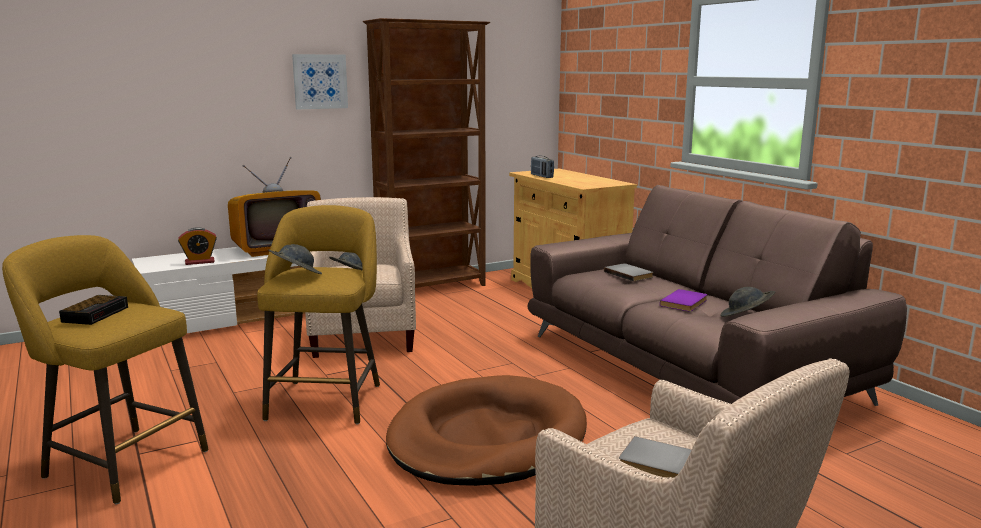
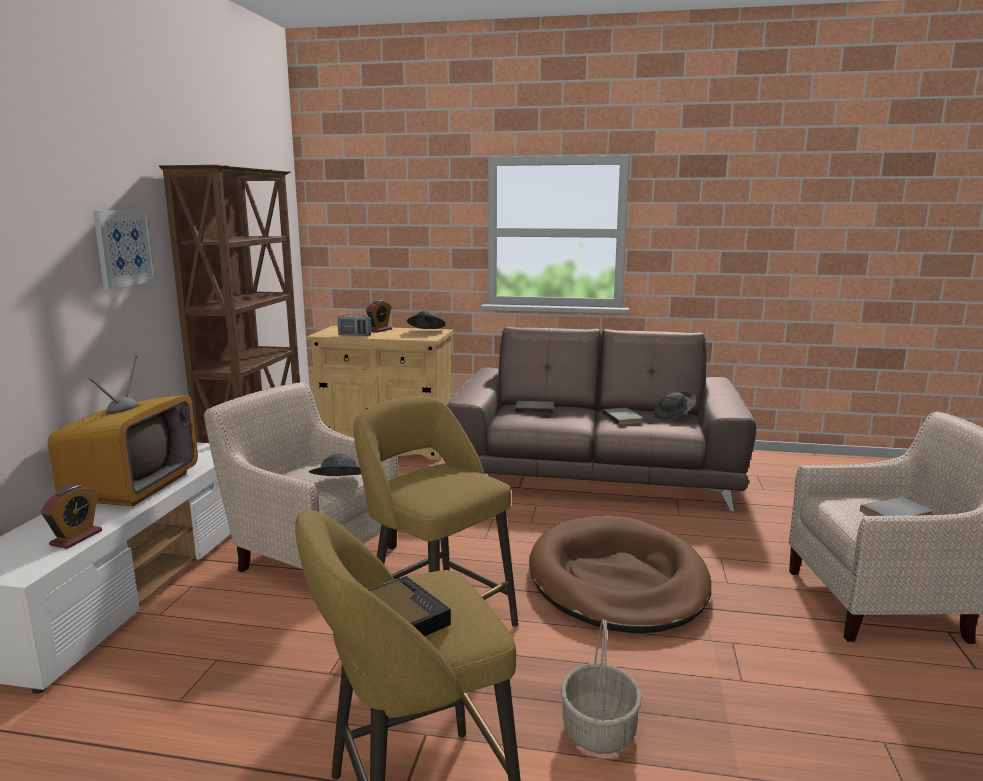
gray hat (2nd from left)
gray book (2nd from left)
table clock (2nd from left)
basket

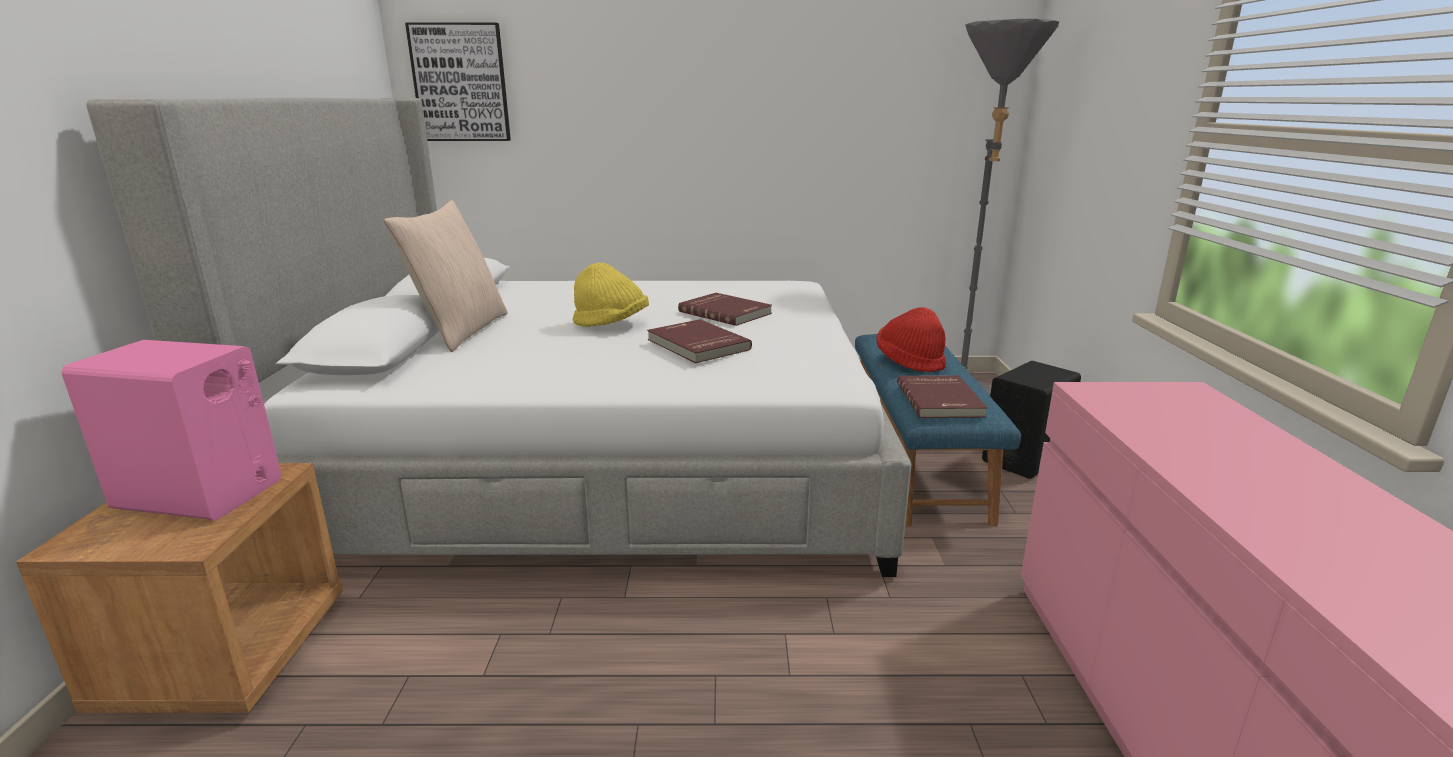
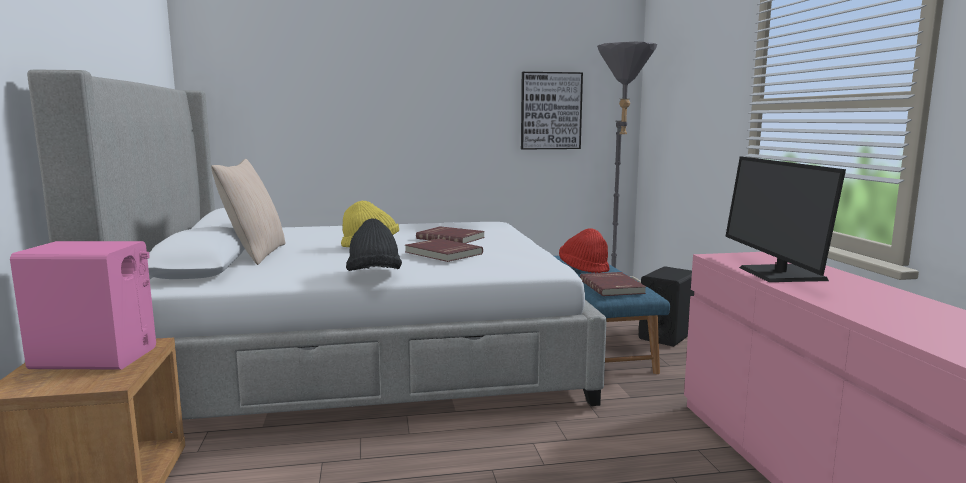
picture
computer display
black-coloured hat

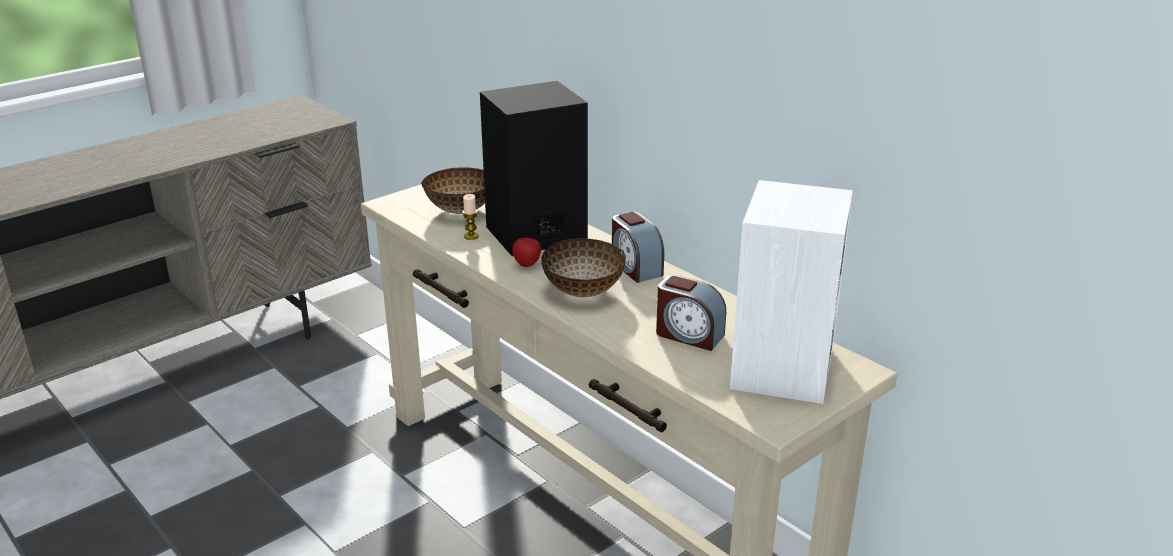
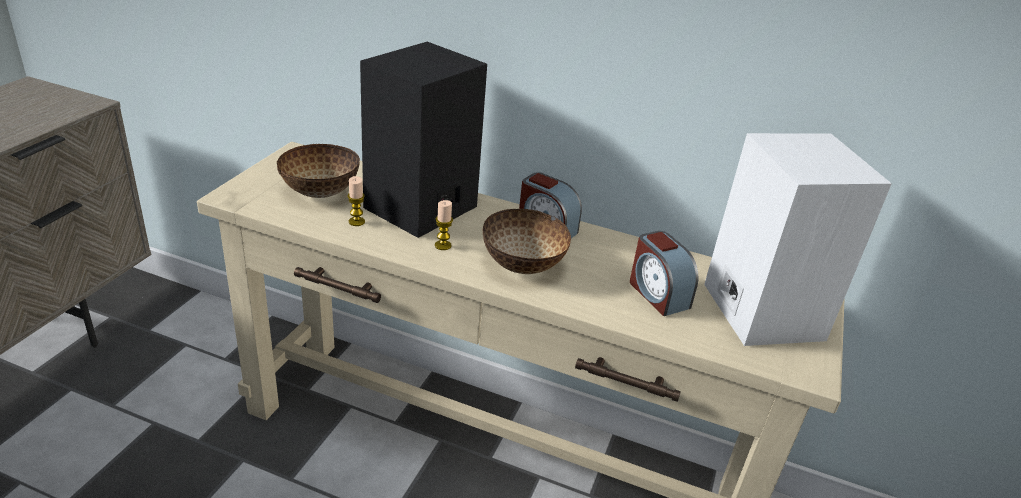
wax candle (2nd from left)
table clock (2nd from left)

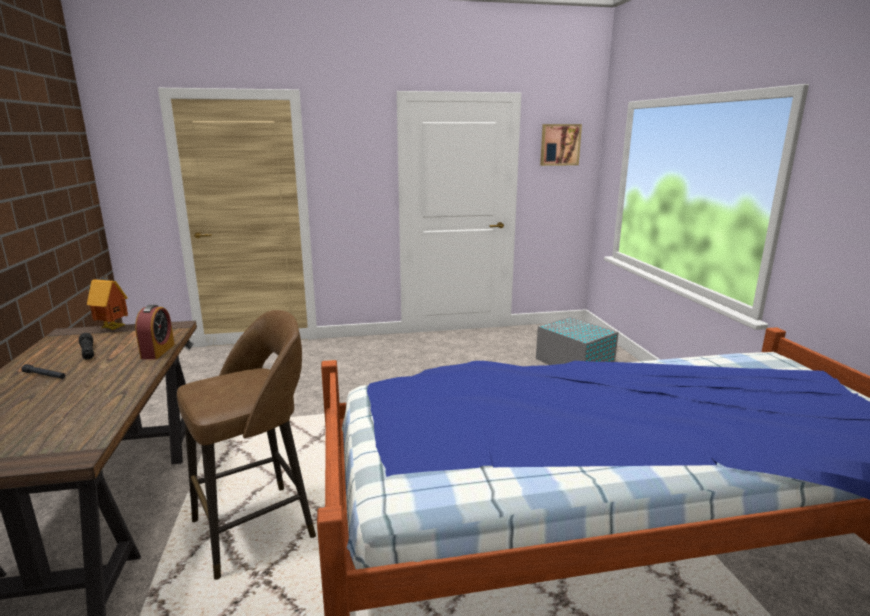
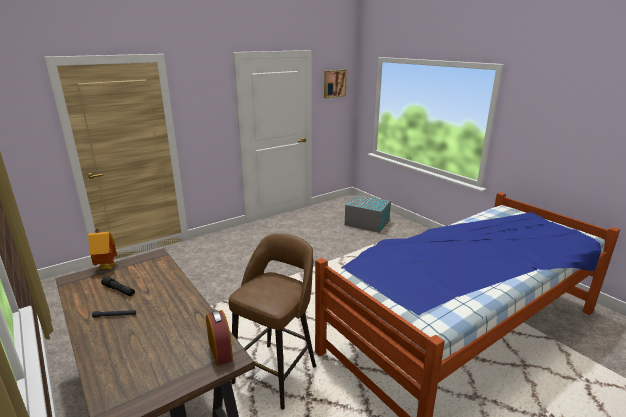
table clock

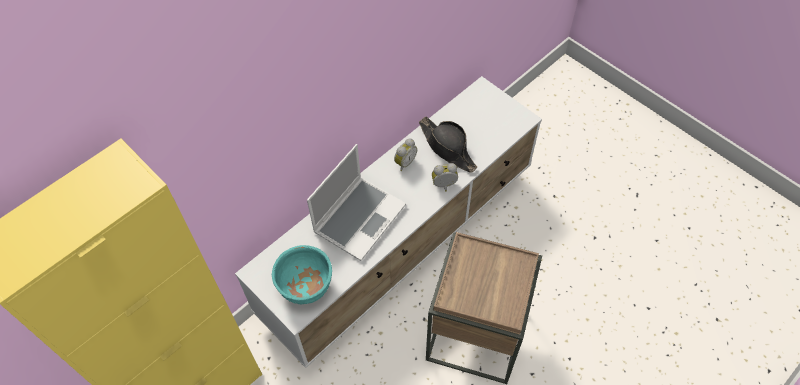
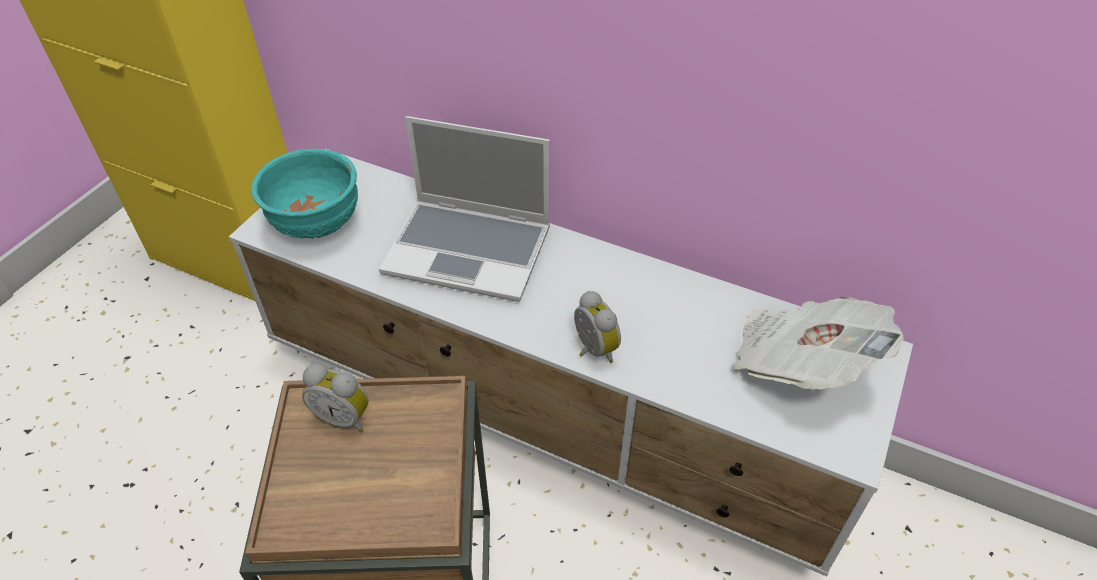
black-coloured hat
table clock (1st from left)
newspaper

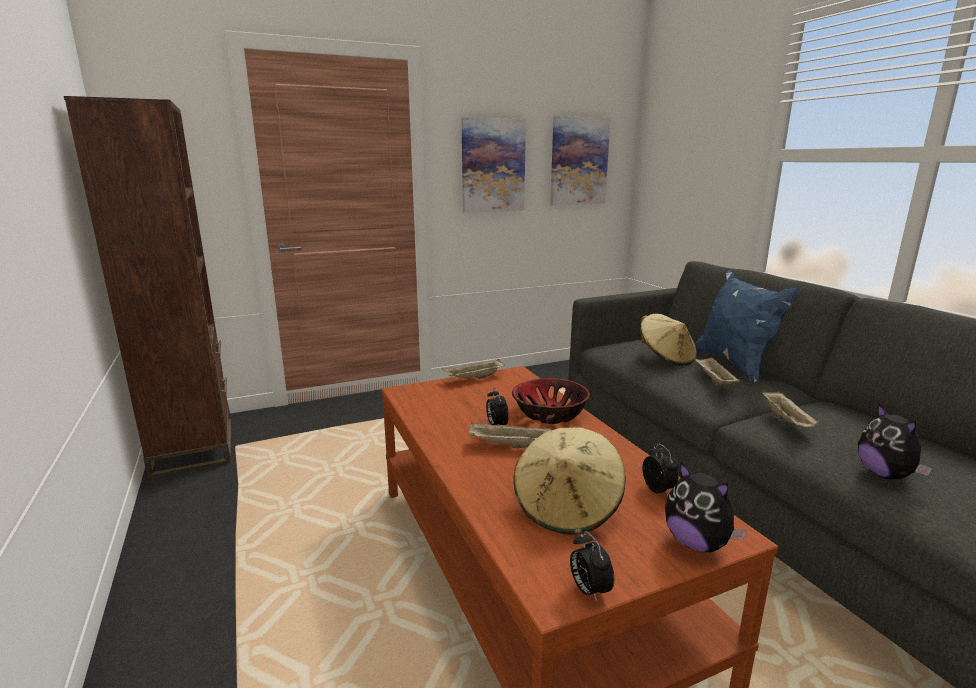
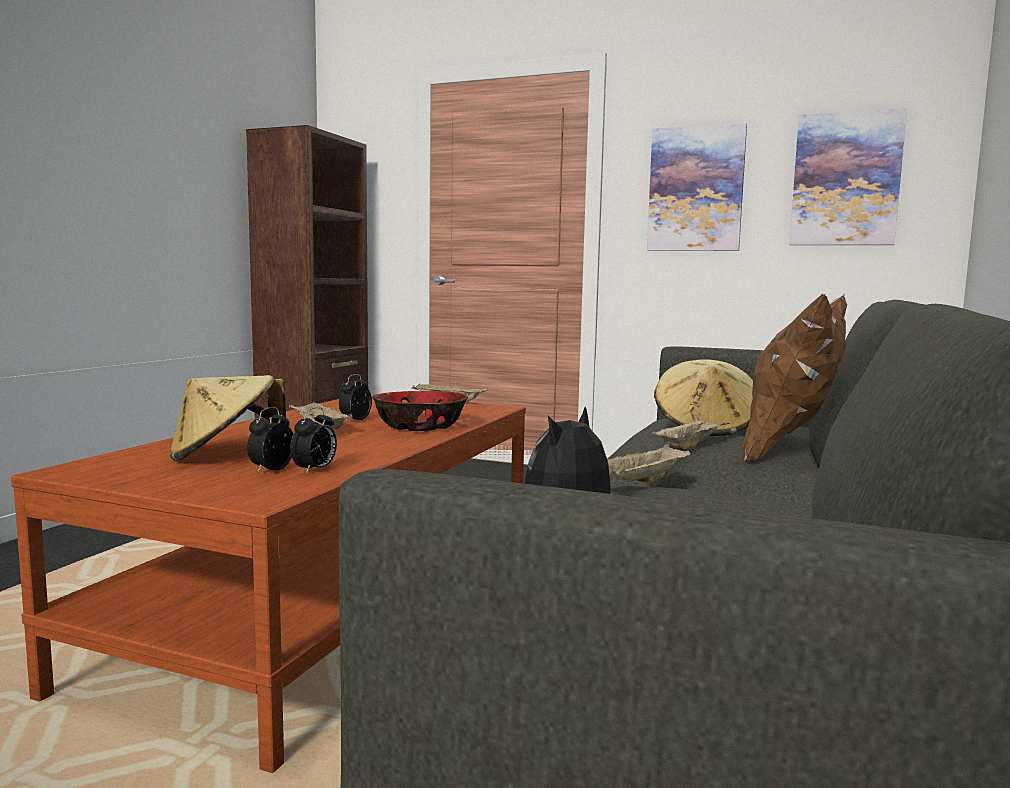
brown throw pillow
soft toy (1st from left in the first image)
table clock (1st from left)

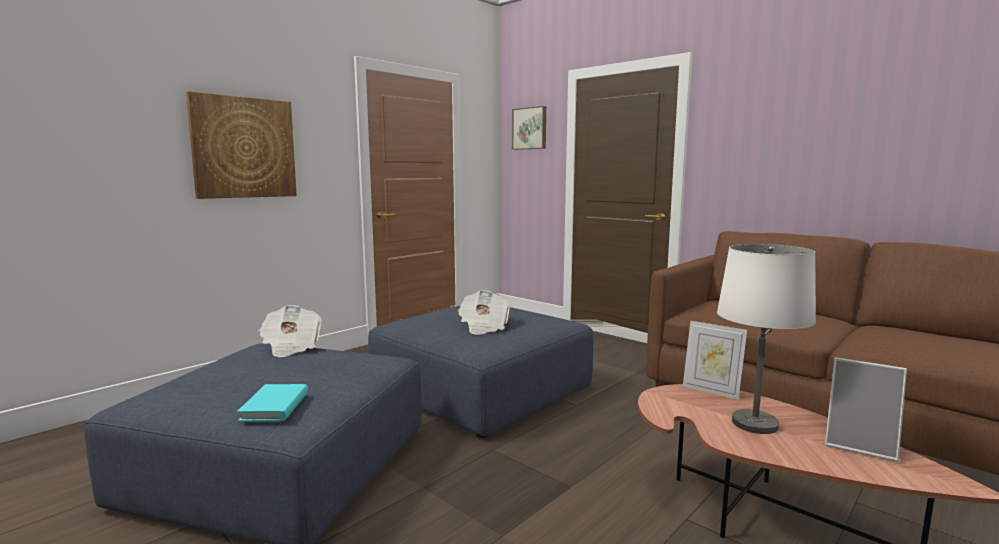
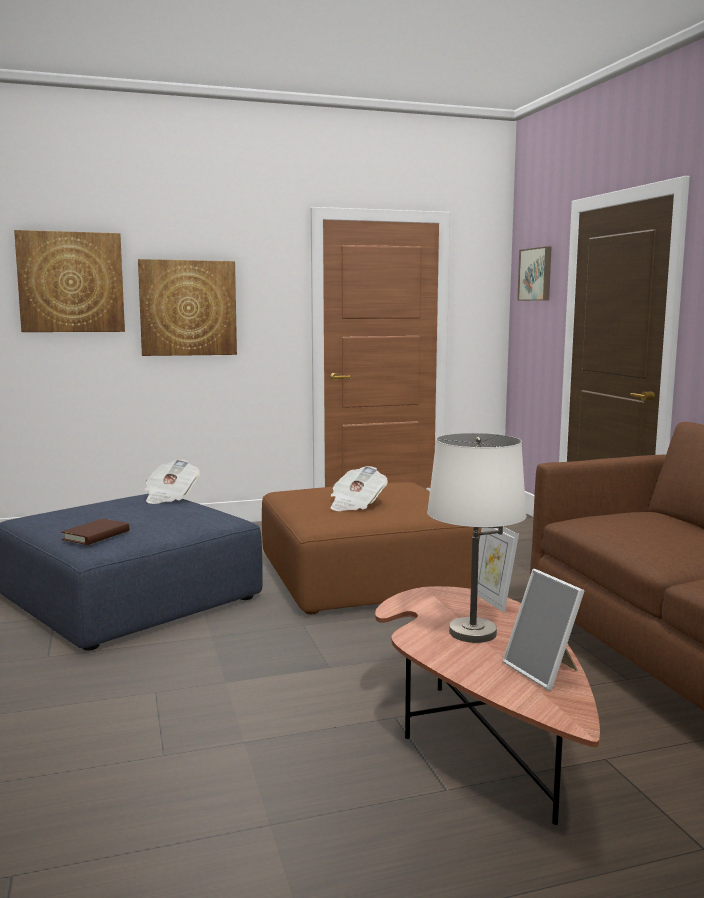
brown ottoman
brown book
picture (1st from left)

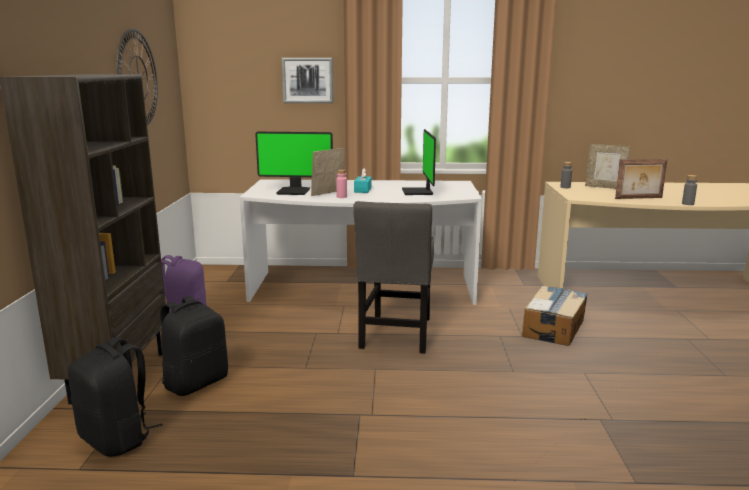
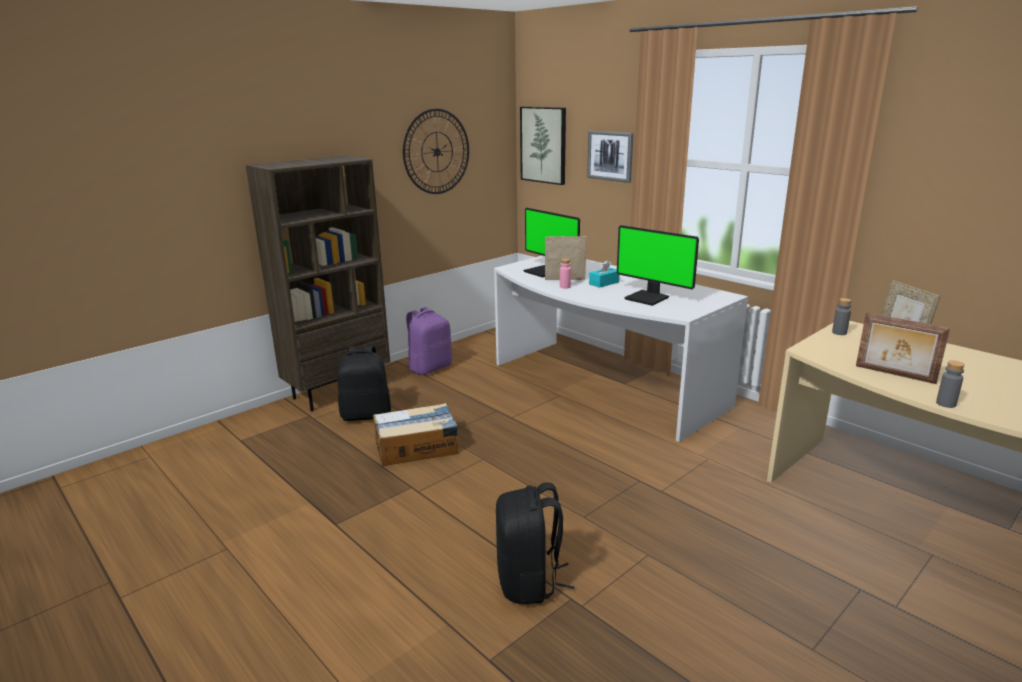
computer display (2nd from left)
gray plain chair
cardboard box
black-coloured knapsack (2nd from left)
picture (1st from left)

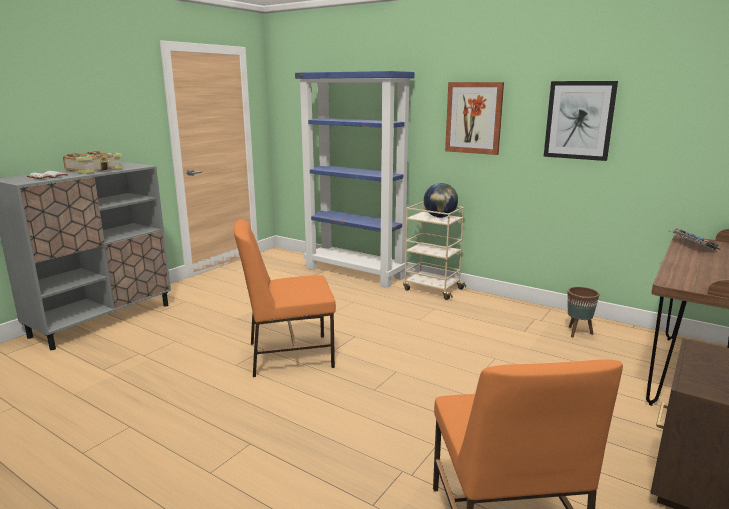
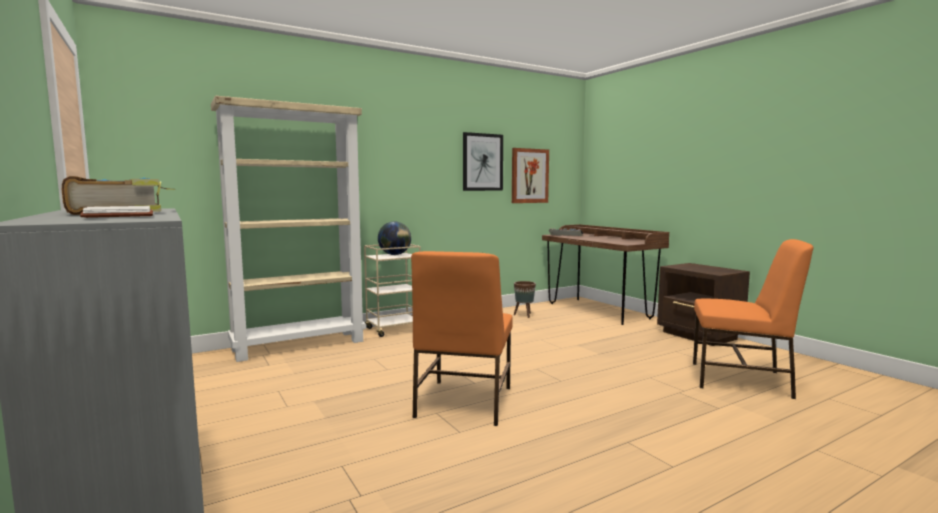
beige-coloured shelving unit
picture (2nd from left)

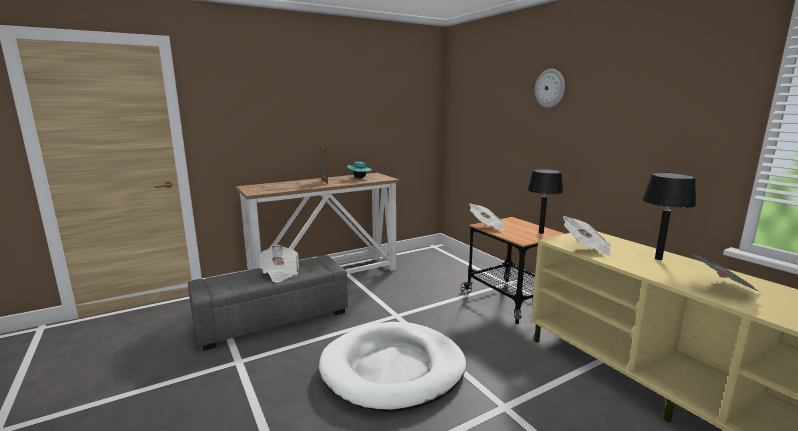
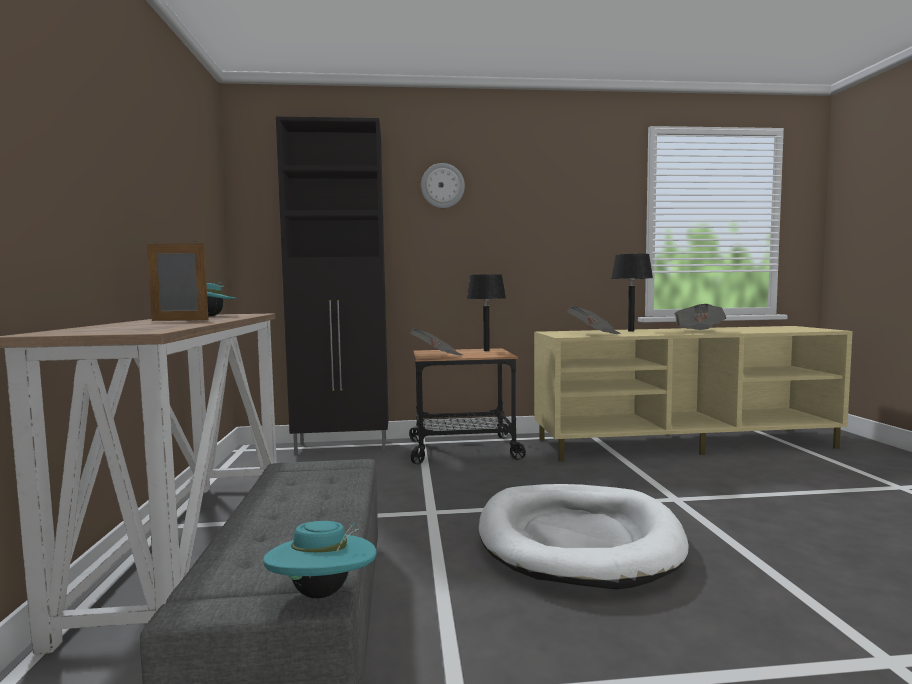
newspaper (1st from left in the first image)
black-coloured cabinet
turquoise-coloured hat (2nd from left)

